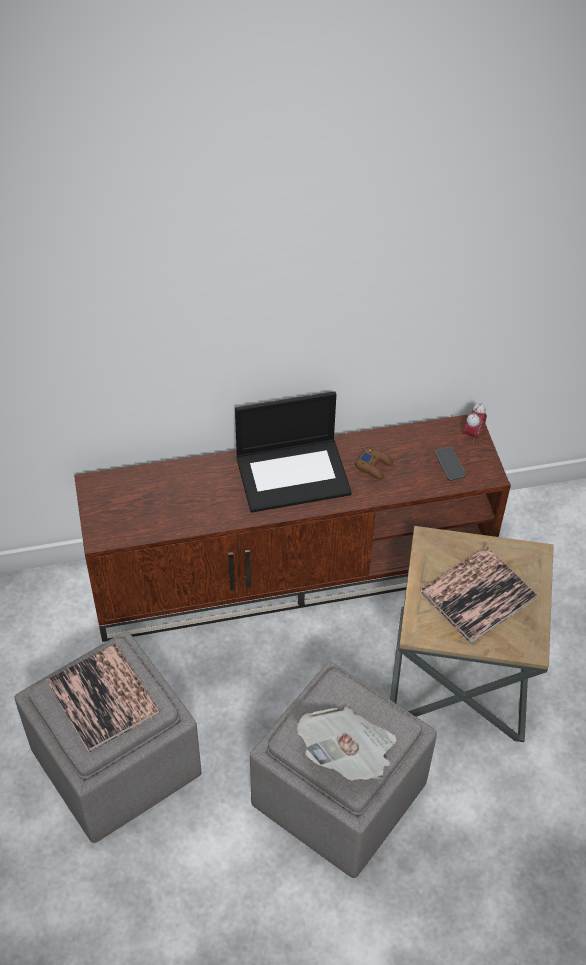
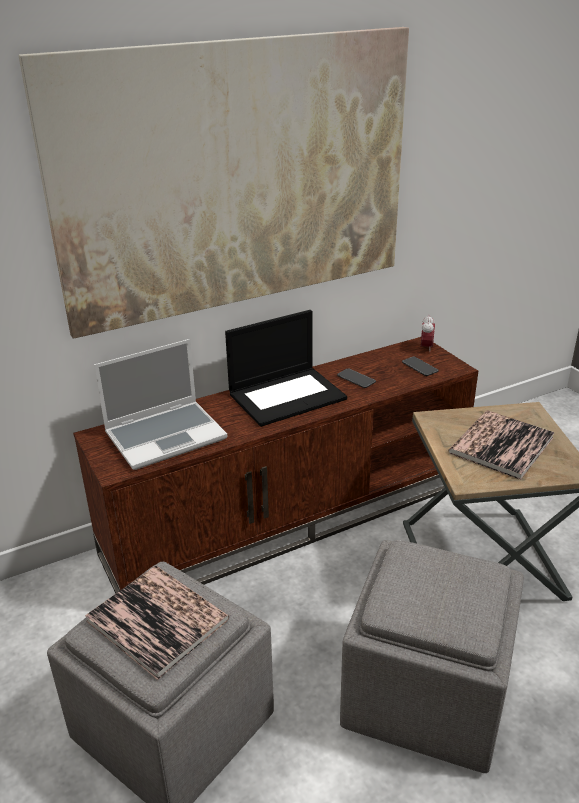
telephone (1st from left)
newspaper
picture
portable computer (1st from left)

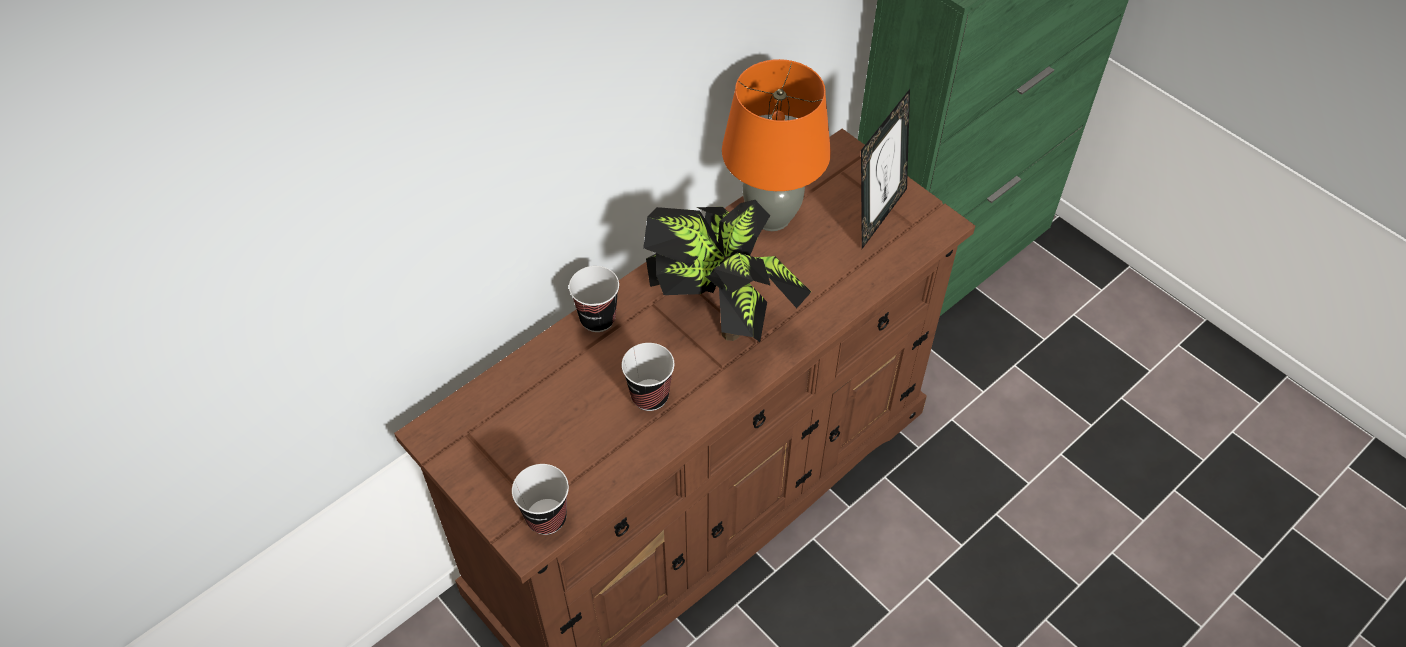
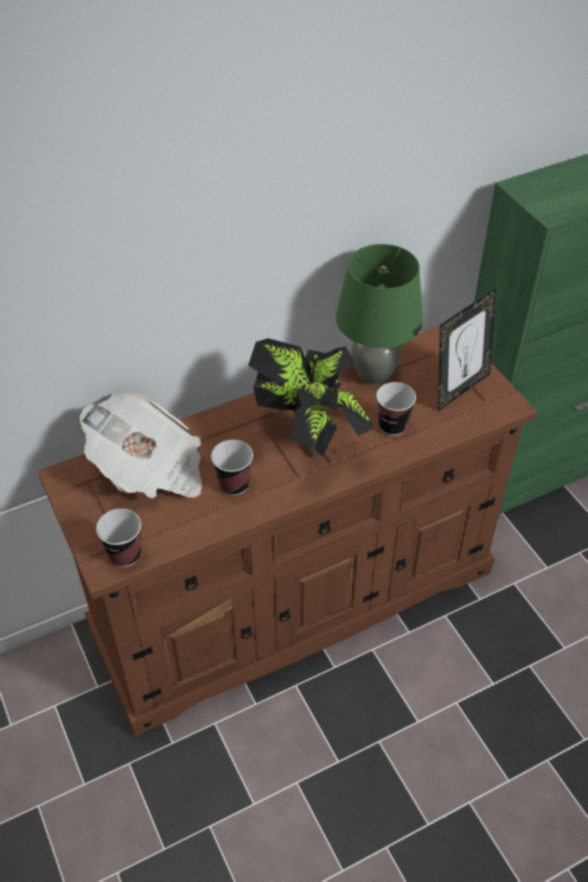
green-coloured table lamp
cup (3rd from left)
newspaper

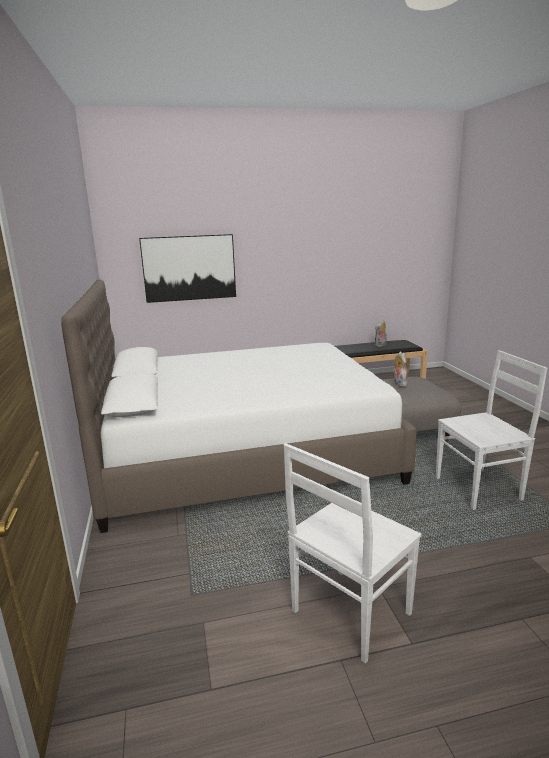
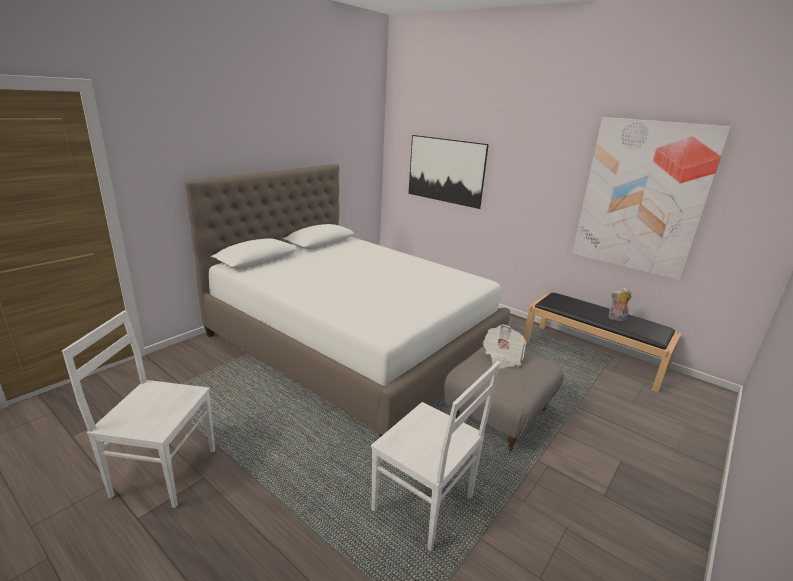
newspaper
picture (2nd from left)

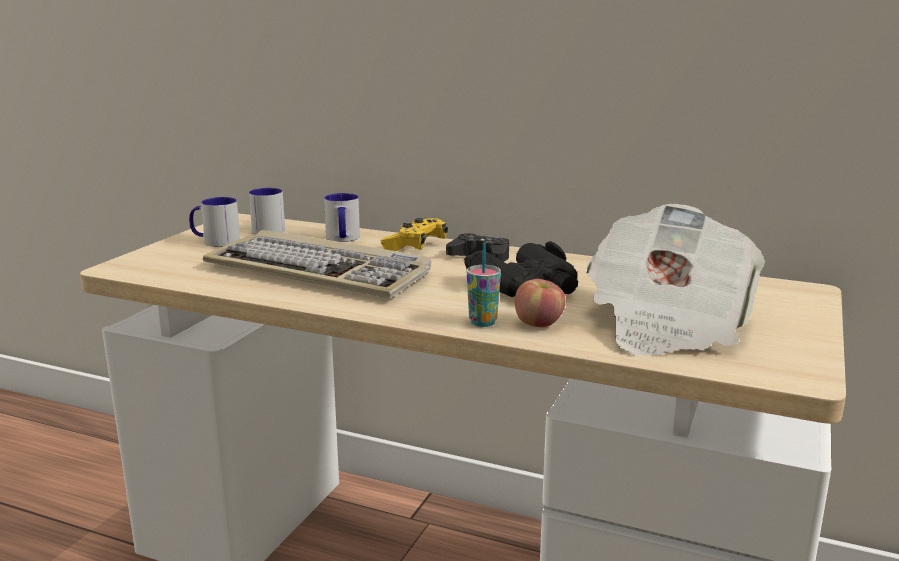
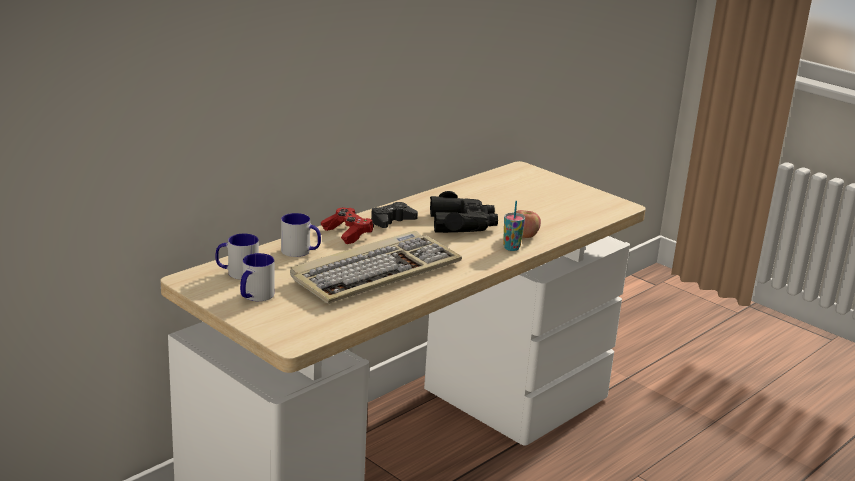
newspaper
red game controller

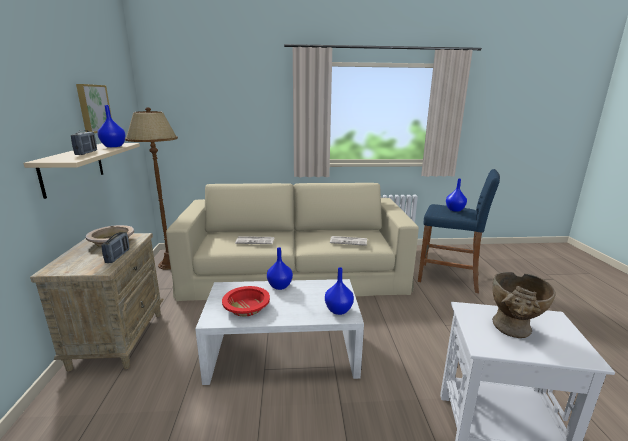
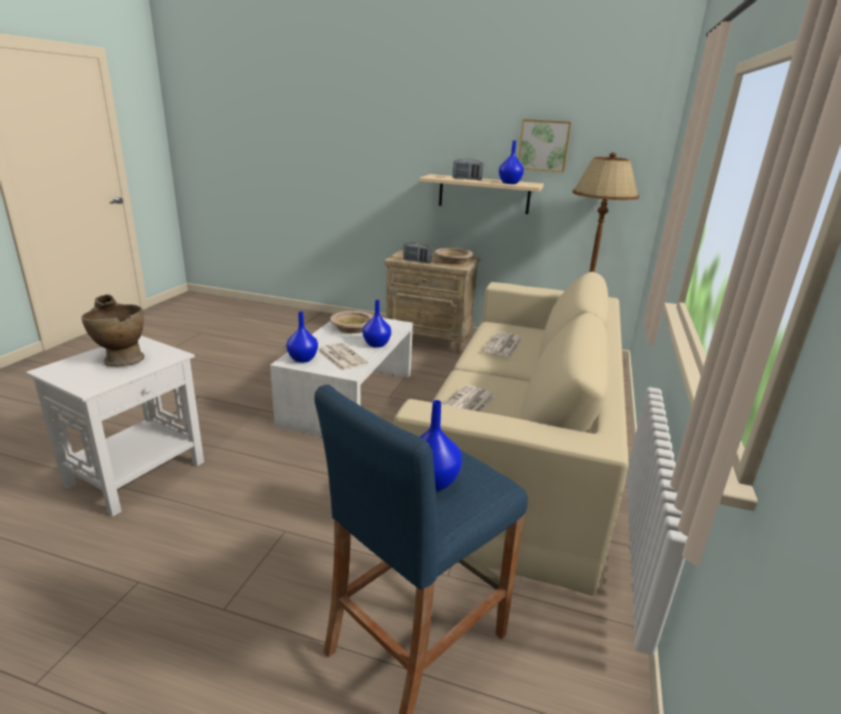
beige-coloured serving bowl (1st from left)
newspaper (1st from left)

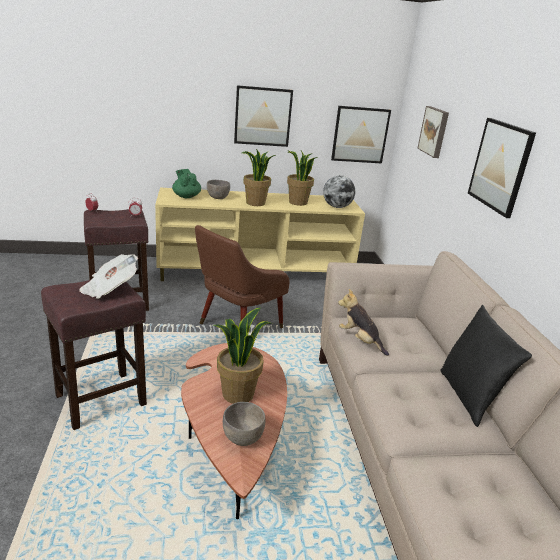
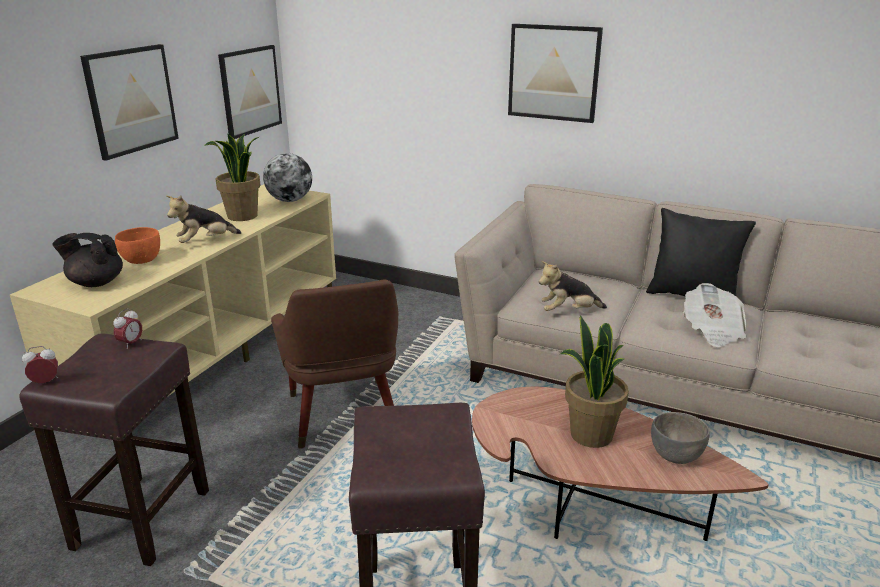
picture (3rd from left in the first image)
soft toy (1st from left)
black-coloured tea pot
orangey serving bowl
newspaper

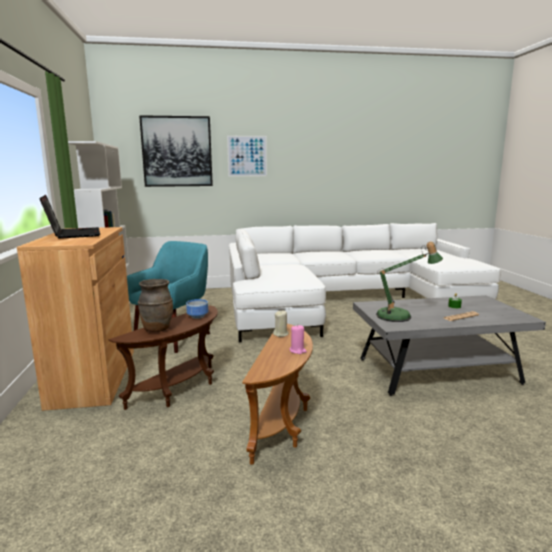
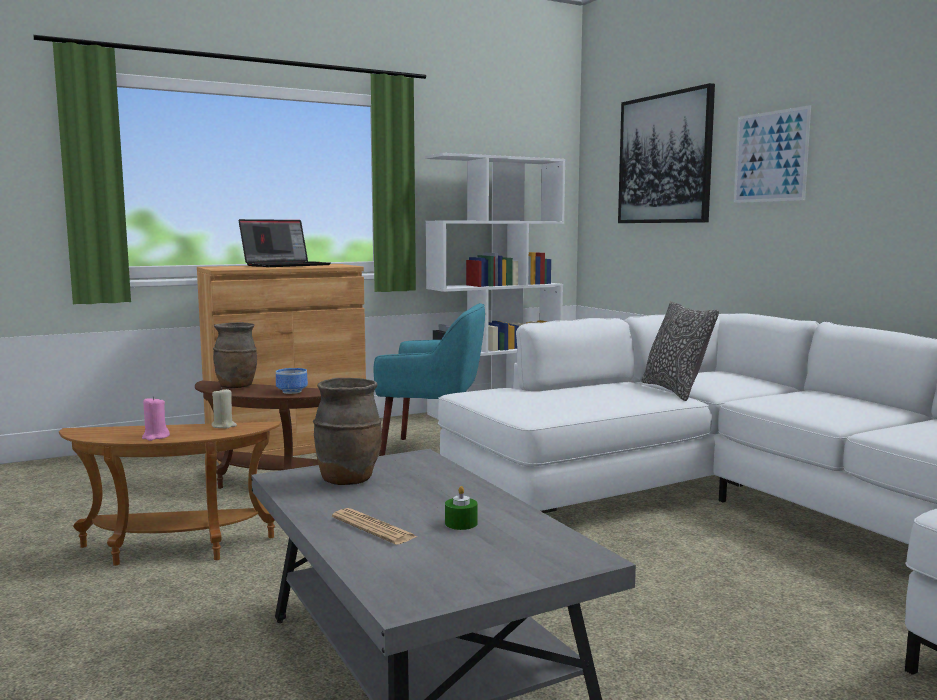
brown vase (2nd from left)
throw pillow

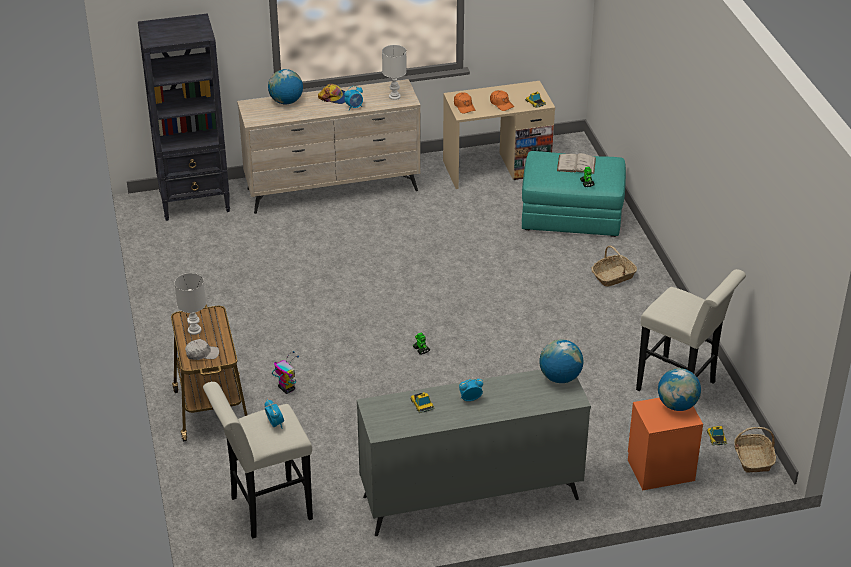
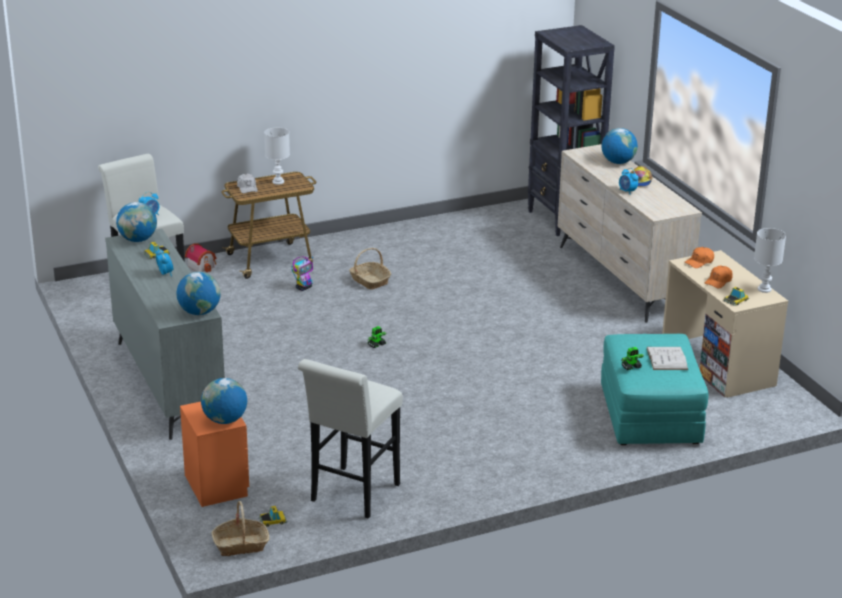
whitish table lamp (2nd from left)
basket (2nd from left)
world globe (1st from left)
miniature house

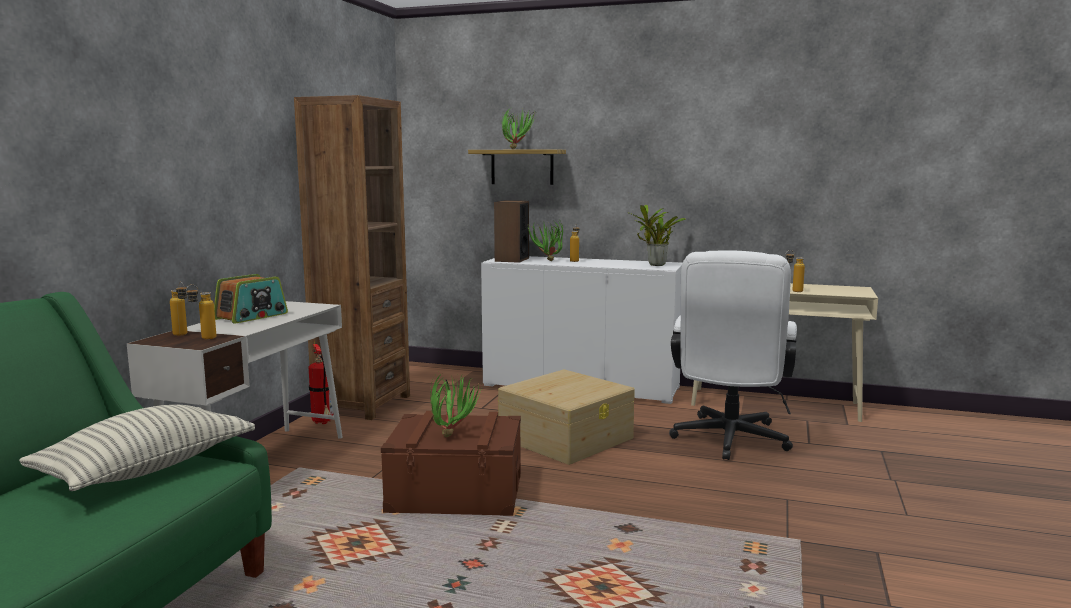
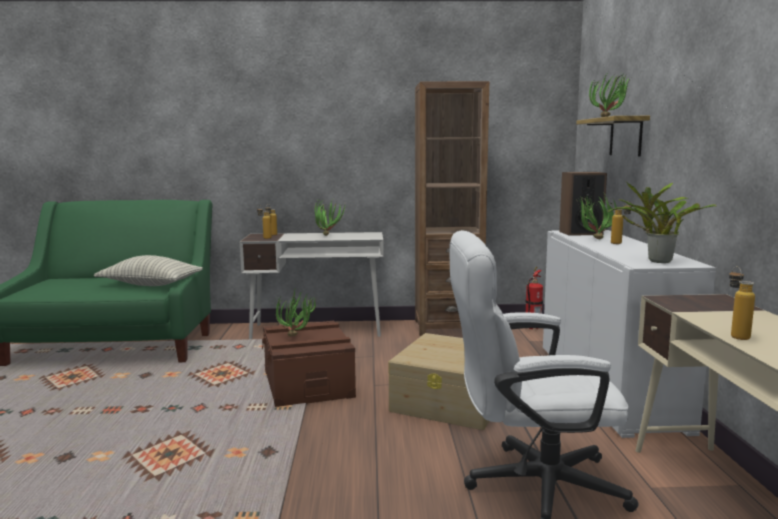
potted plant (2nd from left)
fire extinguisher

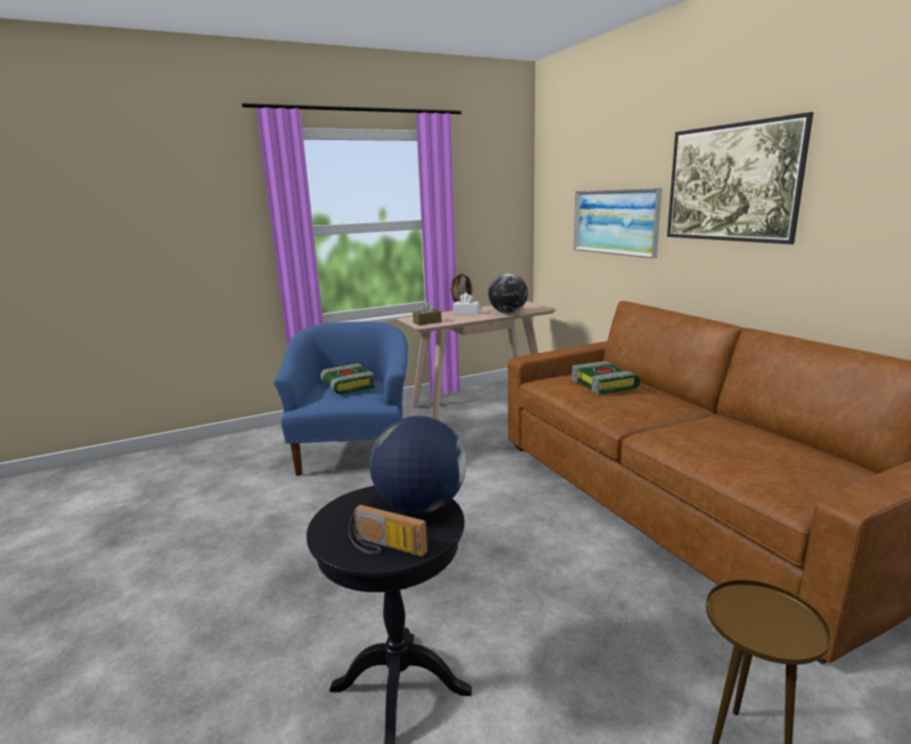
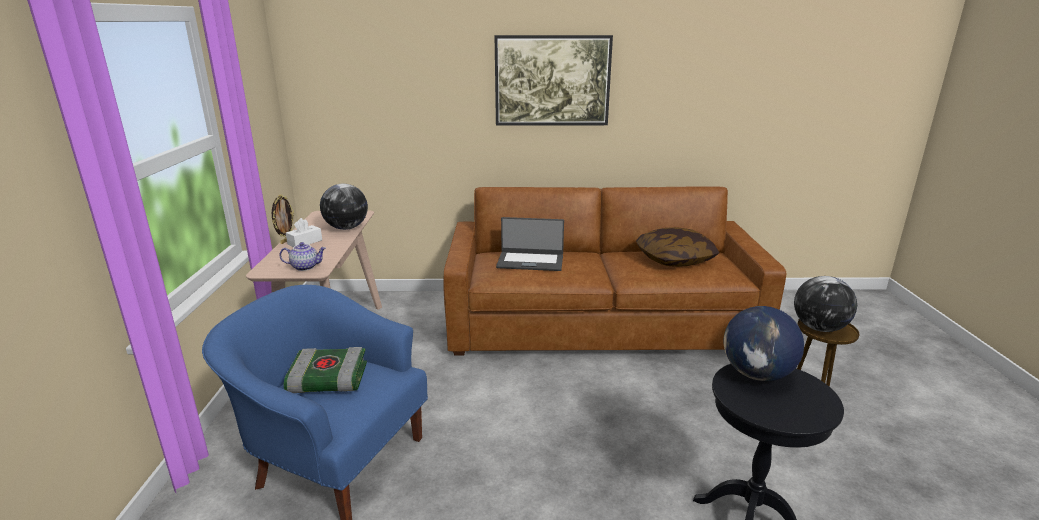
picture (1st from left in the first image)
tea pot
portable computer
radio set
throw pillow
world globe (3rd from left)

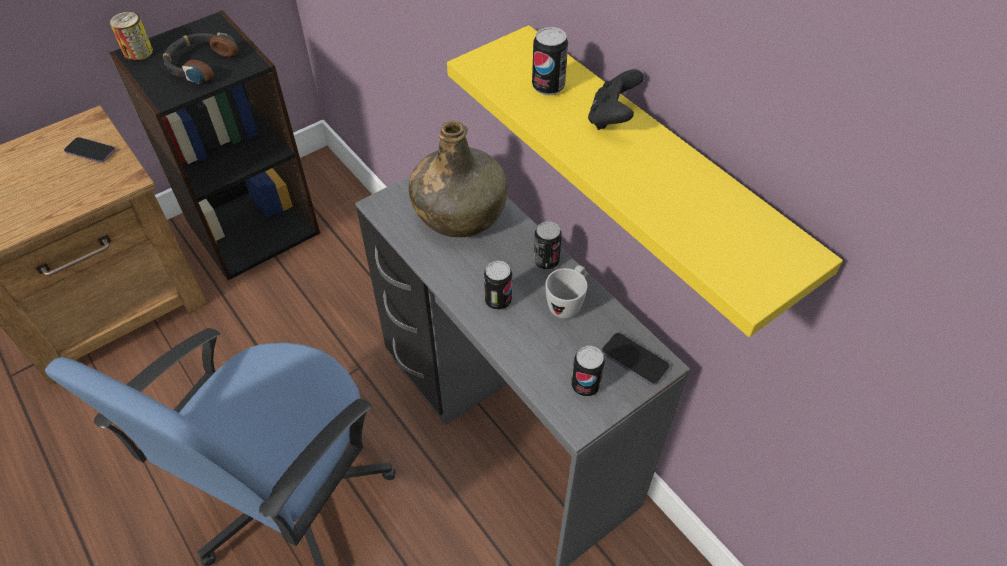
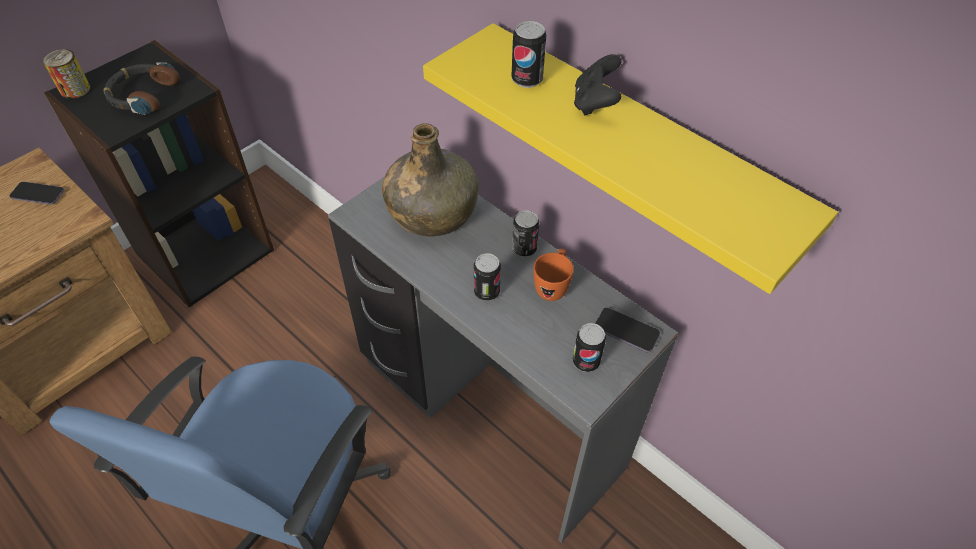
orangey mug

